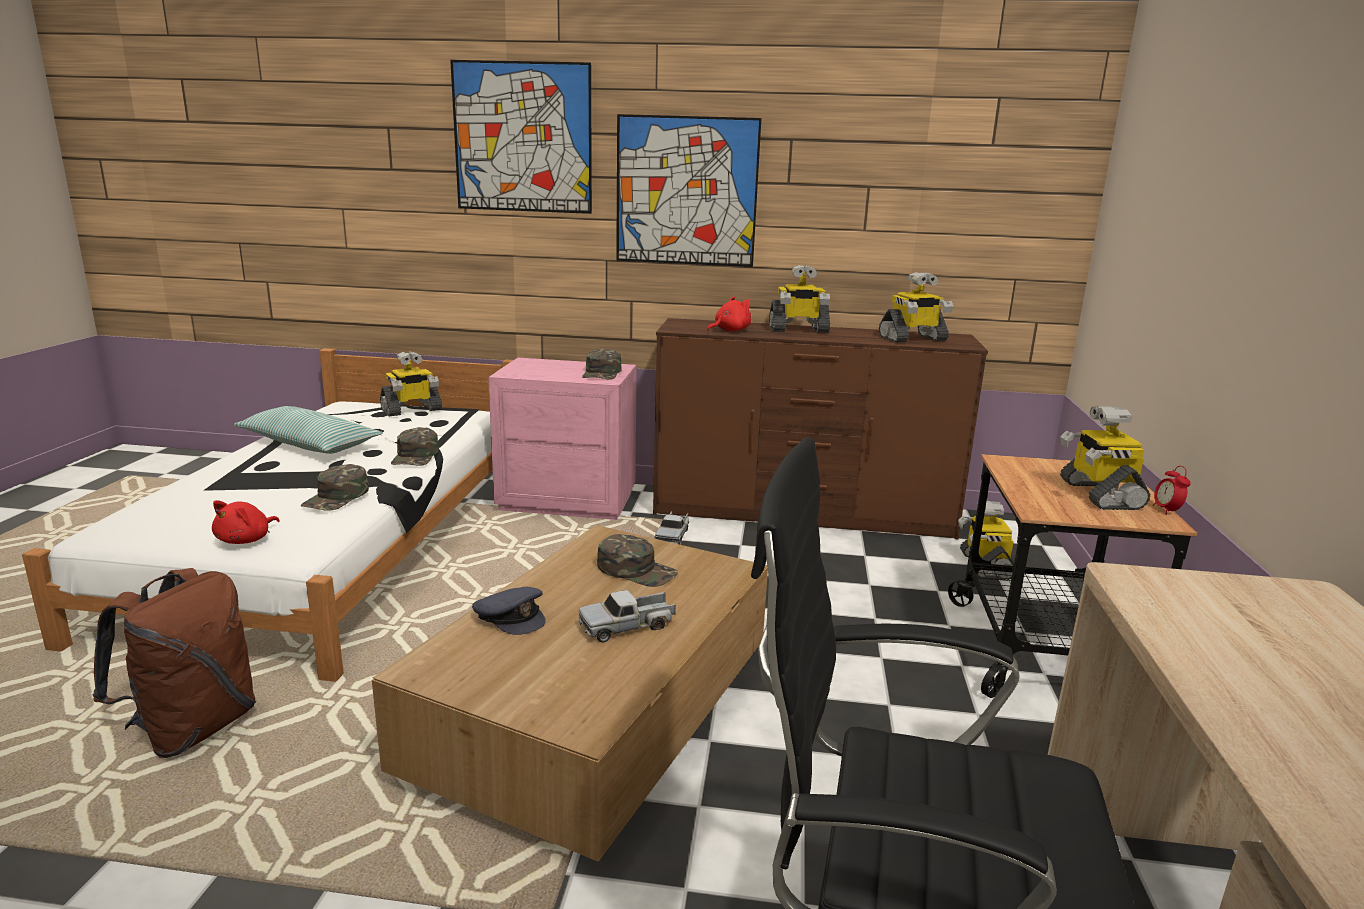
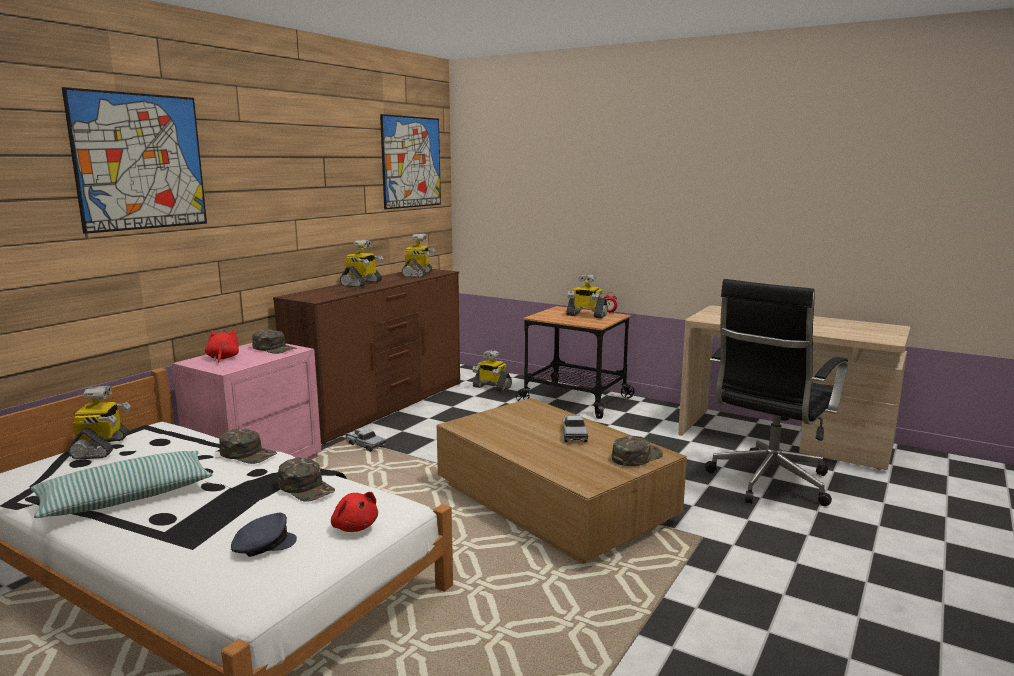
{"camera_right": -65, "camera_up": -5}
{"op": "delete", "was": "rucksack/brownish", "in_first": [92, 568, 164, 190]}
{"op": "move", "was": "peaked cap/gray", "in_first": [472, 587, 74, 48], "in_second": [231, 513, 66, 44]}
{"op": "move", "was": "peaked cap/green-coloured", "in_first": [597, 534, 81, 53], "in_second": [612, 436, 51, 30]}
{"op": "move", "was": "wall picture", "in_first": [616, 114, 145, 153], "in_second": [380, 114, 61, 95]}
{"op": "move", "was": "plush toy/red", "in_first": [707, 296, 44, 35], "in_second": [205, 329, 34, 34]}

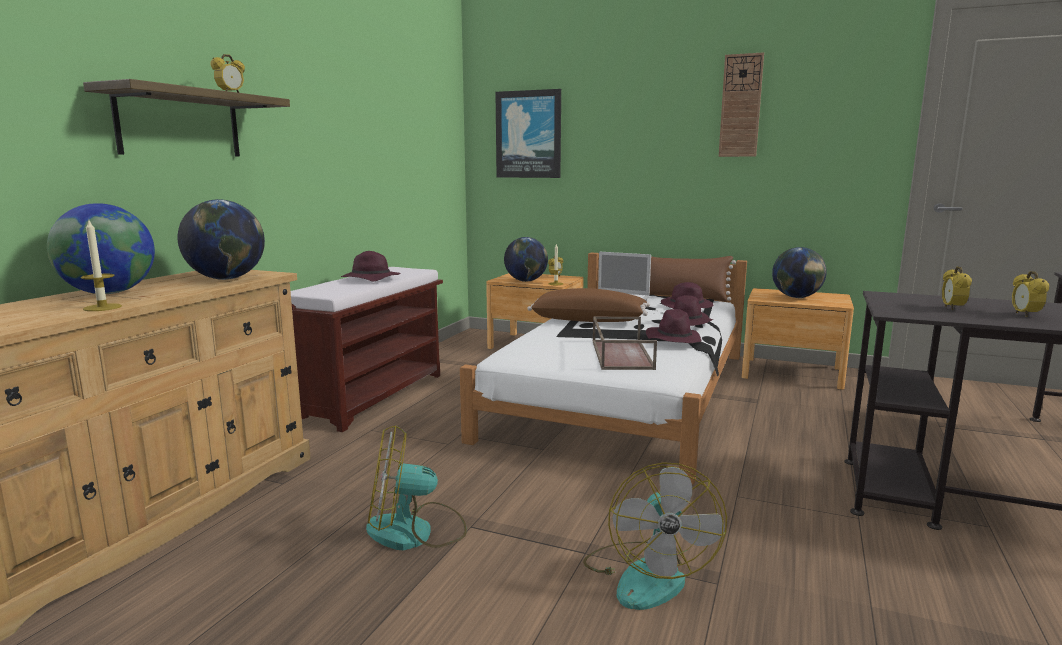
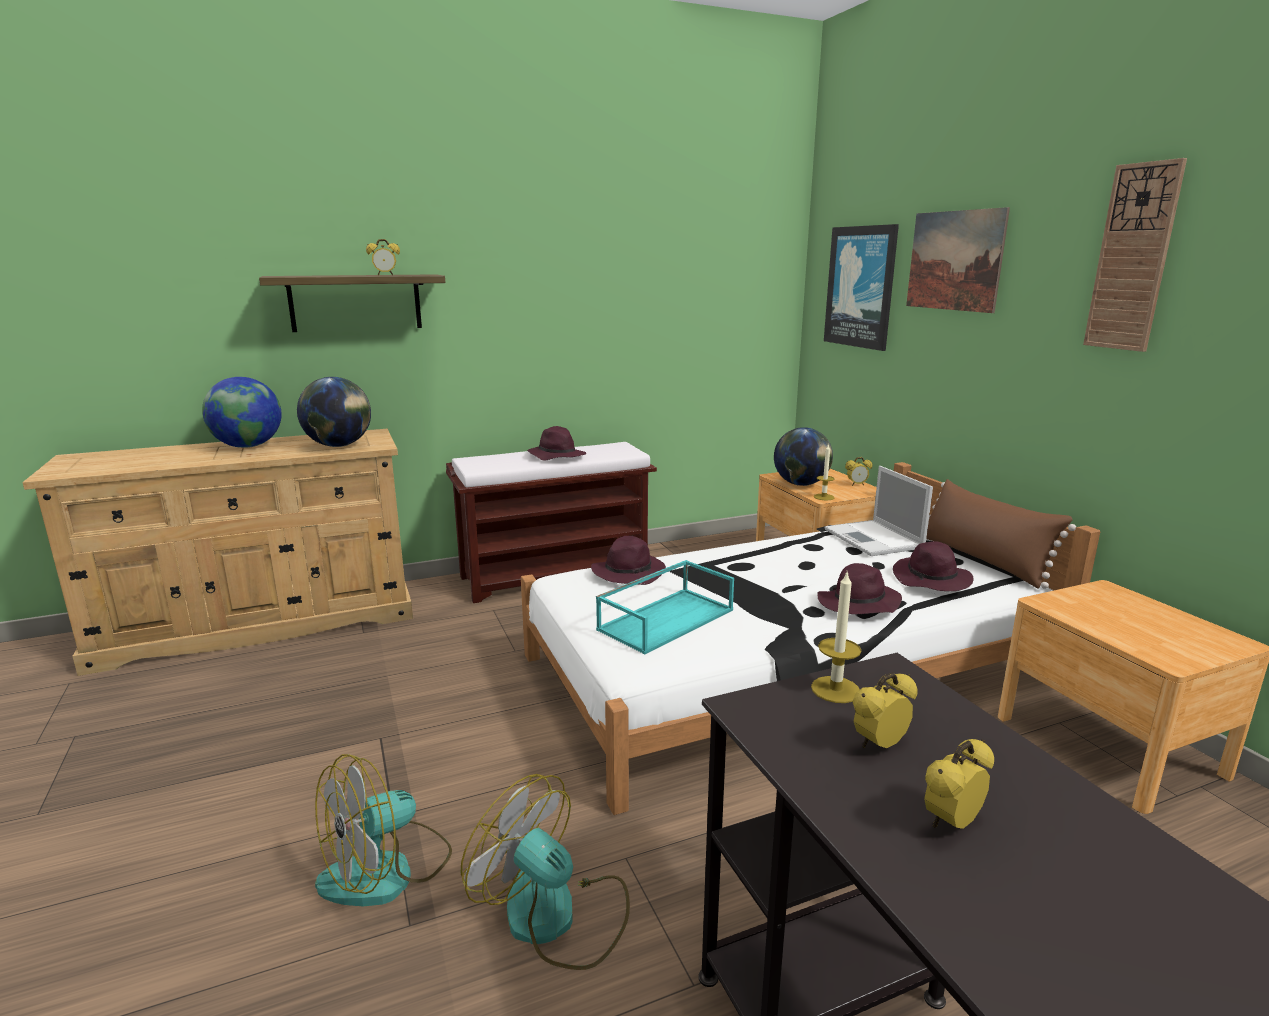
{"camera_right": 45, "camera_up": 5}
{"op": "move", "was": "wax candle", "in_first": [81, 218, 41, 93], "in_second": [811, 573, 50, 130]}
{"op": "move", "was": "fan", "in_first": [366, 425, 101, 125], "in_second": [461, 774, 169, 196]}
{"op": "delete", "was": "pillow/brownish", "in_first": [527, 288, 123, 34]}
{"op": "recolor", "was": "serving tray/brownish", "now": "serving tray/turquoise-coloured", "in_first": [593, 316, 64, 54], "in_second": [596, 560, 138, 95]}
{"op": "move", "was": "clothing hat/purple", "in_first": [646, 309, 56, 34], "in_second": [591, 536, 75, 49]}
{"op": "delete", "was": "globe", "in_first": [772, 247, 55, 51]}
{"op": "insert", "now": "wall picture", "in_second": [906, 207, 104, 106]}

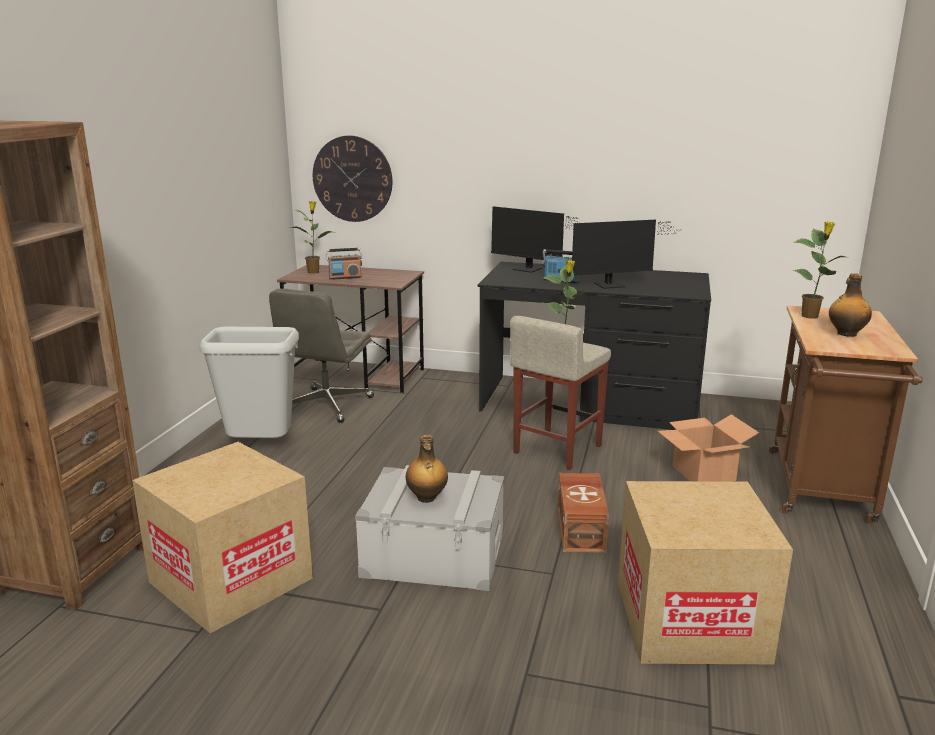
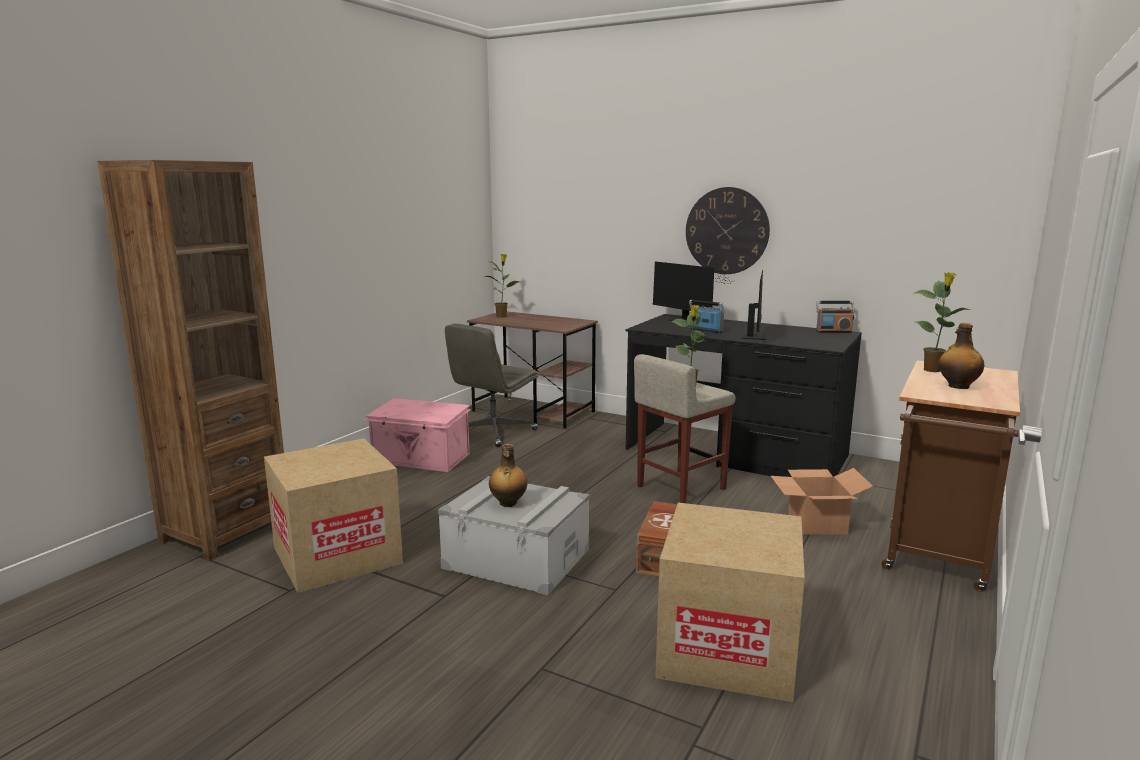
{"camera_right": 15, "camera_up": -5}
{"op": "replace", "was": "waste bin/gray", "now": "storage bin/pink", "in_first": [199, 327, 100, 111], "in_second": [364, 398, 107, 74]}
{"op": "move", "was": "wall clock", "in_first": [313, 135, 80, 87], "in_second": [686, 187, 84, 87]}
{"op": "move", "was": "radio set", "in_first": [326, 248, 36, 32], "in_second": [816, 301, 38, 32]}
{"op": "rotate", "was": "computer display", "in_first": [572, 220, 104, 69], "in_second": [742, 270, 24, 70], "clockwise": -75}

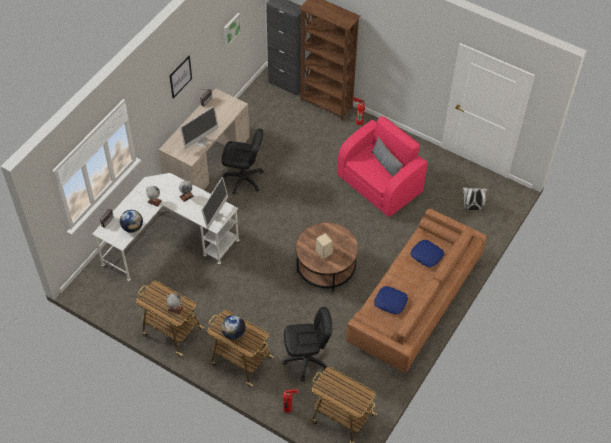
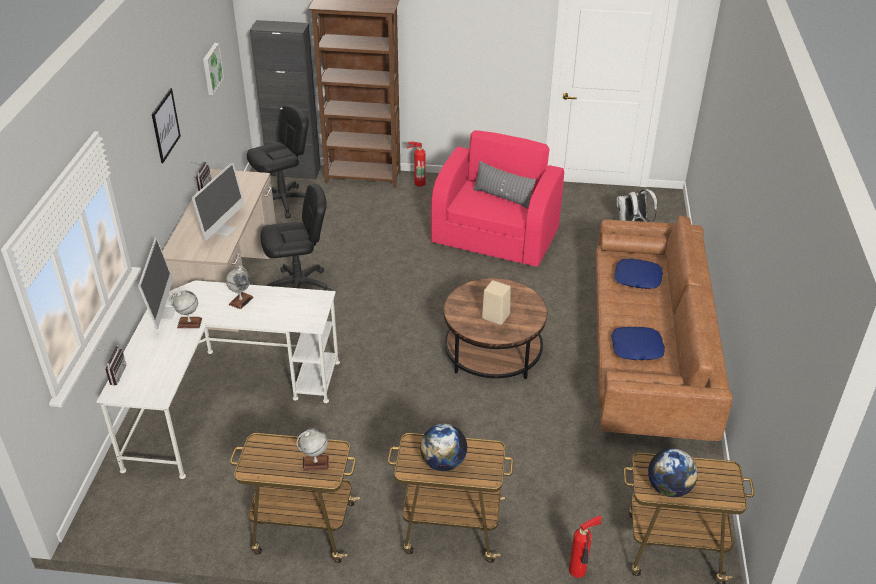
{"camera_right": -25, "camera_up": -15}
{"op": "move", "was": "globe", "in_first": [120, 210, 23, 23], "in_second": [648, 448, 50, 49]}
{"op": "move", "was": "computer display", "in_first": [201, 177, 27, 52], "in_second": [138, 237, 37, 92]}
{"op": "move", "was": "office chair/blackish", "in_first": [282, 307, 50, 75], "in_second": [247, 105, 62, 113]}

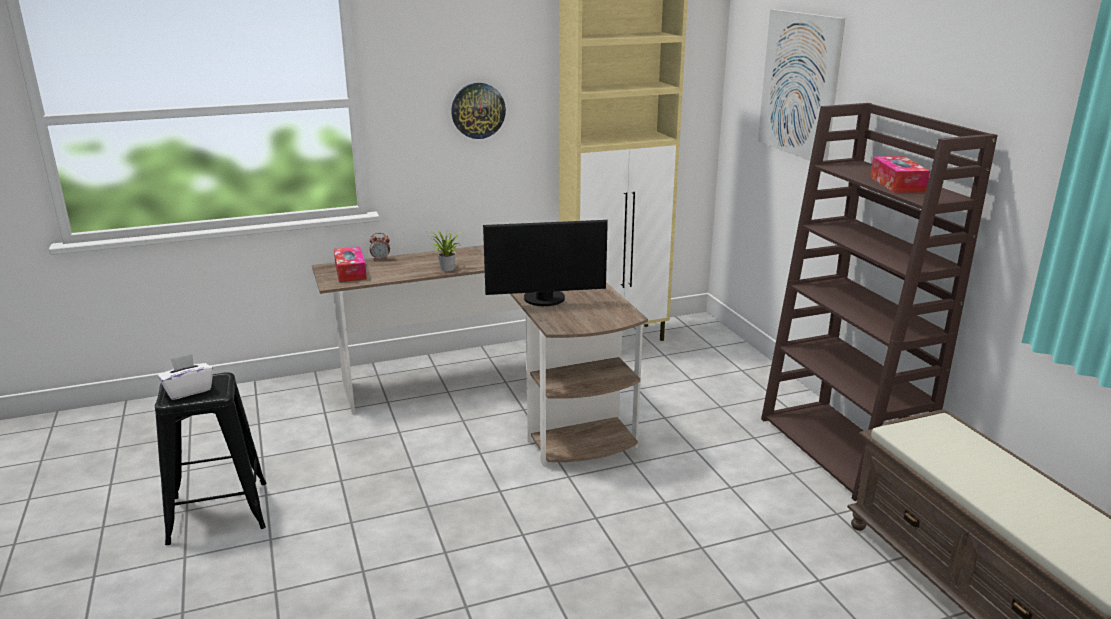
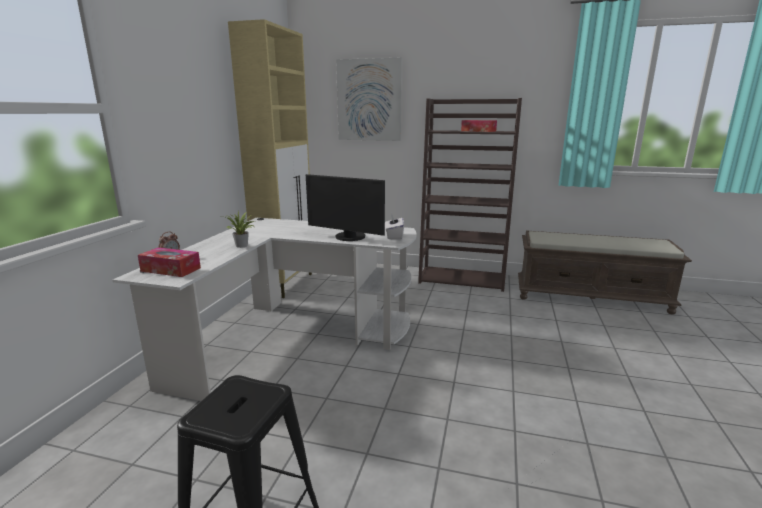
{"camera_right": -55, "camera_up": -5}
{"op": "move", "was": "tissue holder/whitish", "in_first": [158, 354, 55, 46], "in_second": [385, 214, 19, 25]}
{"op": "recolor", "was": "desk table/brownish", "now": "desk table/whitish", "in_first": [312, 245, 336, 222], "in_second": [113, 218, 304, 183]}
{"op": "delete", "was": "wall clock", "in_first": [451, 83, 55, 56]}
{"op": "rotate", "was": "computer display", "in_first": [483, 220, 125, 86], "in_second": [306, 174, 79, 67], "clockwise": 90}

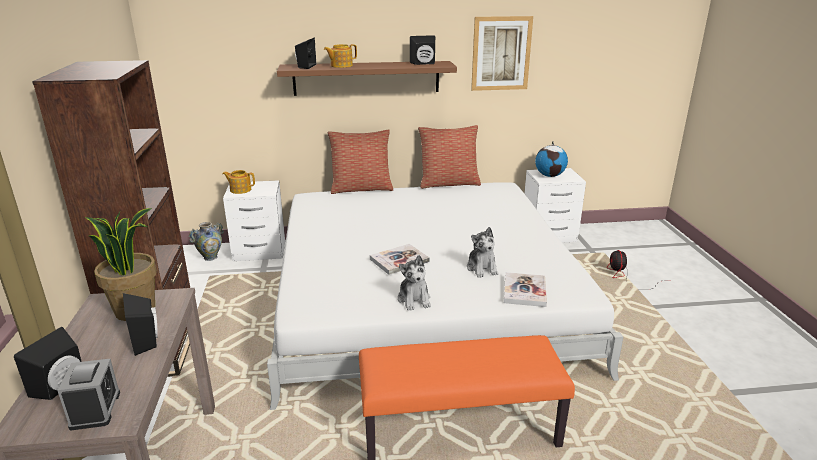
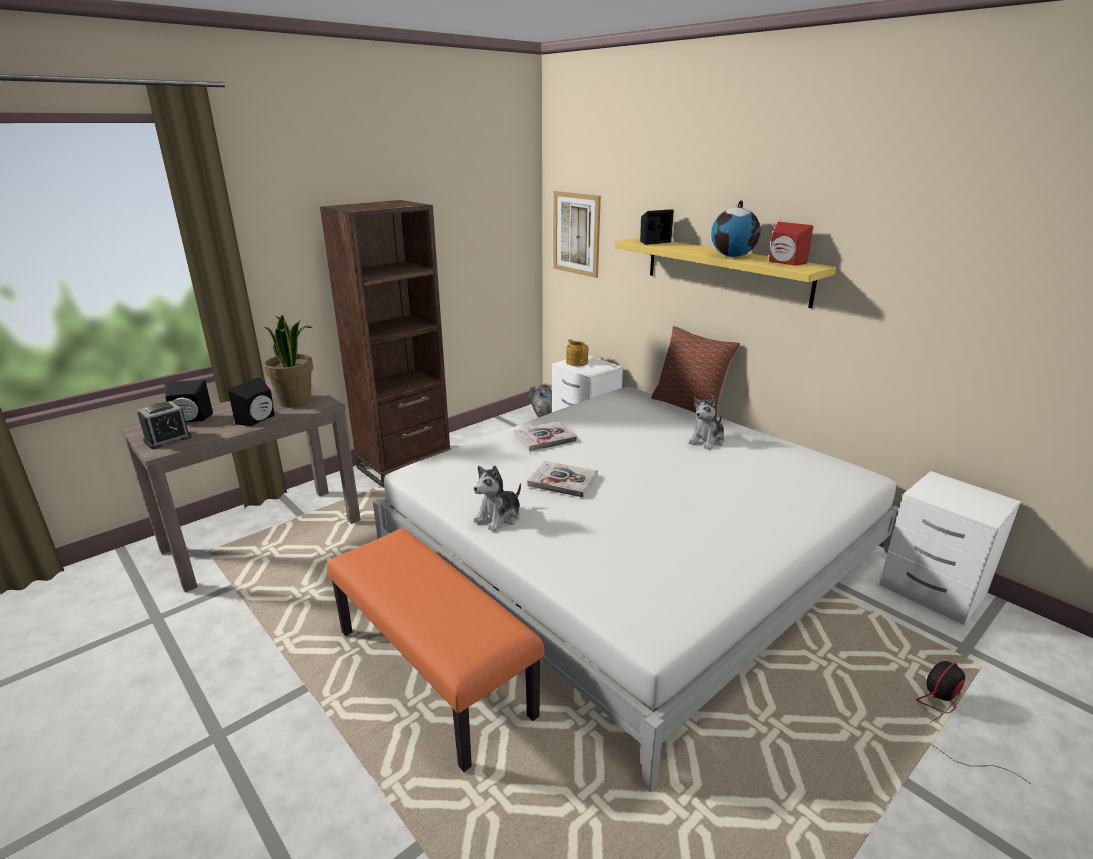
{"camera_right": 55, "camera_up": 0}
{"op": "recolor", "was": "wall shelf/brownish", "now": "wall shelf/yellow", "in_first": [277, 61, 180, 35], "in_second": [615, 237, 221, 71]}
{"op": "delete", "was": "tea pot", "in_first": [324, 44, 33, 24]}
{"op": "recolor", "was": "loudspeaker/blackish", "now": "loudspeaker/red", "in_first": [410, 35, 25, 30], "in_second": [769, 222, 44, 43]}
{"op": "delete", "was": "pillow", "in_first": [418, 125, 63, 64]}
{"op": "move", "was": "plush toy", "in_first": [467, 227, 32, 51], "in_second": [689, 396, 36, 54]}
{"op": "move", "was": "wall picture", "in_first": [471, 16, 62, 75], "in_second": [553, 191, 48, 87]}
{"op": "move", "was": "bound book", "in_first": [504, 272, 43, 35], "in_second": [514, 421, 63, 30]}
{"op": "move", "was": "globe", "in_first": [535, 141, 33, 36], "in_second": [711, 200, 50, 57]}

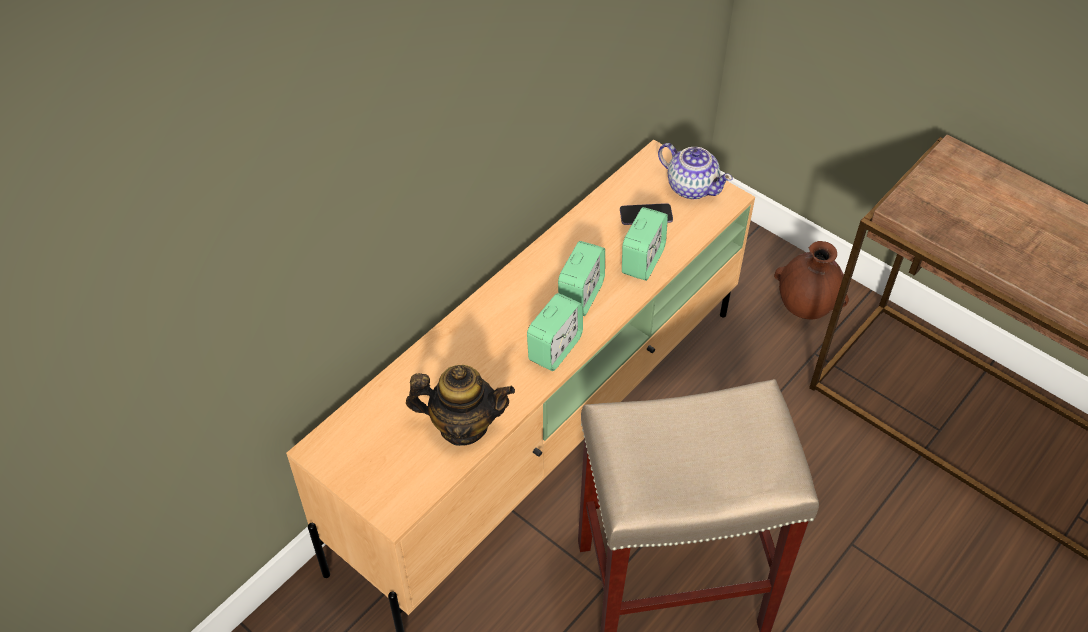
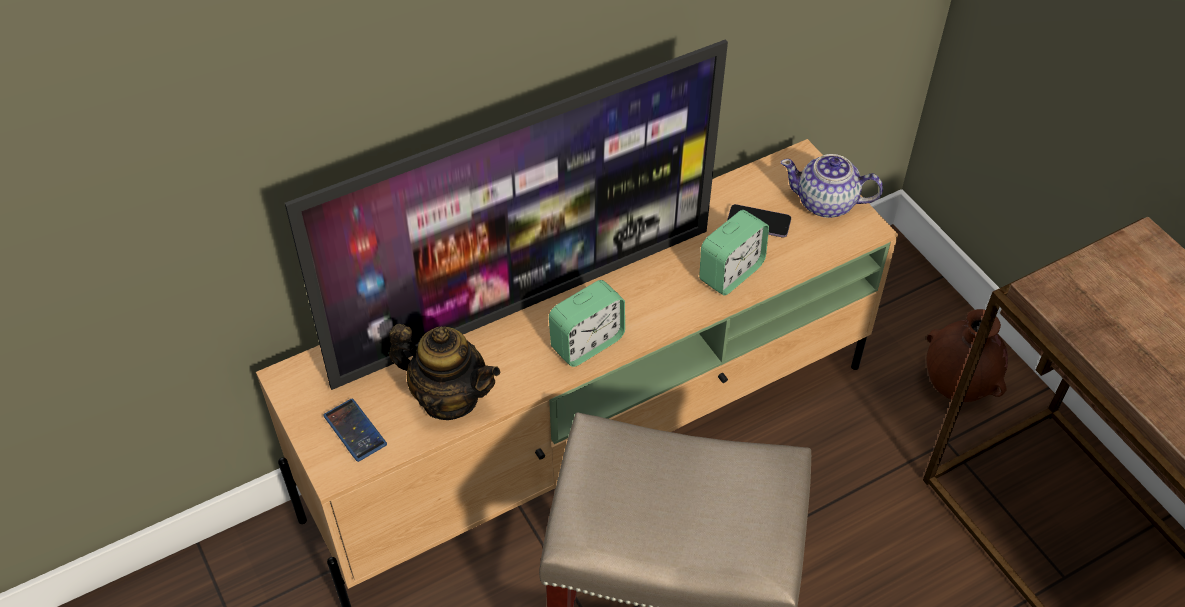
{"camera_right": 20, "camera_up": 0}
{"op": "delete", "was": "table clock", "in_first": [558, 241, 47, 75]}
{"op": "rotate", "was": "tea pot", "in_first": [658, 143, 75, 56], "in_second": [781, 154, 102, 64], "clockwise": 135}
{"op": "insert", "now": "TV set", "in_second": [285, 39, 443, 351]}
{"op": "insert", "now": "phone", "in_second": [323, 399, 64, 63]}

